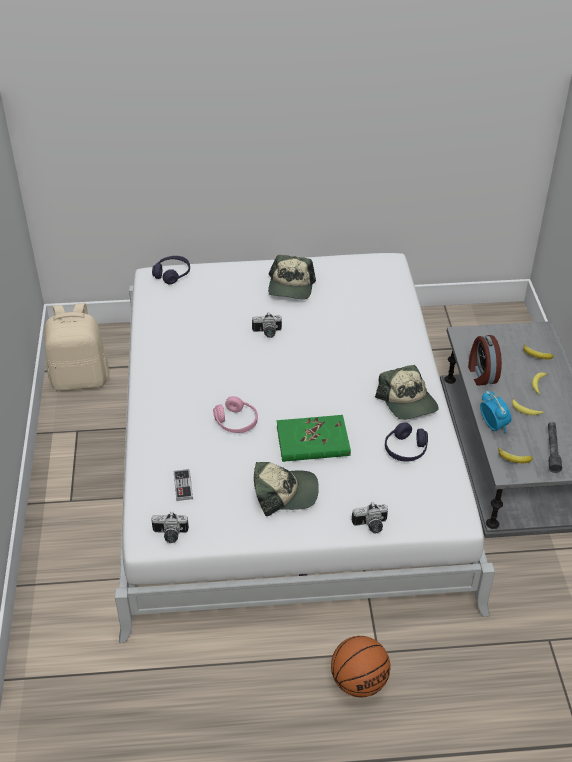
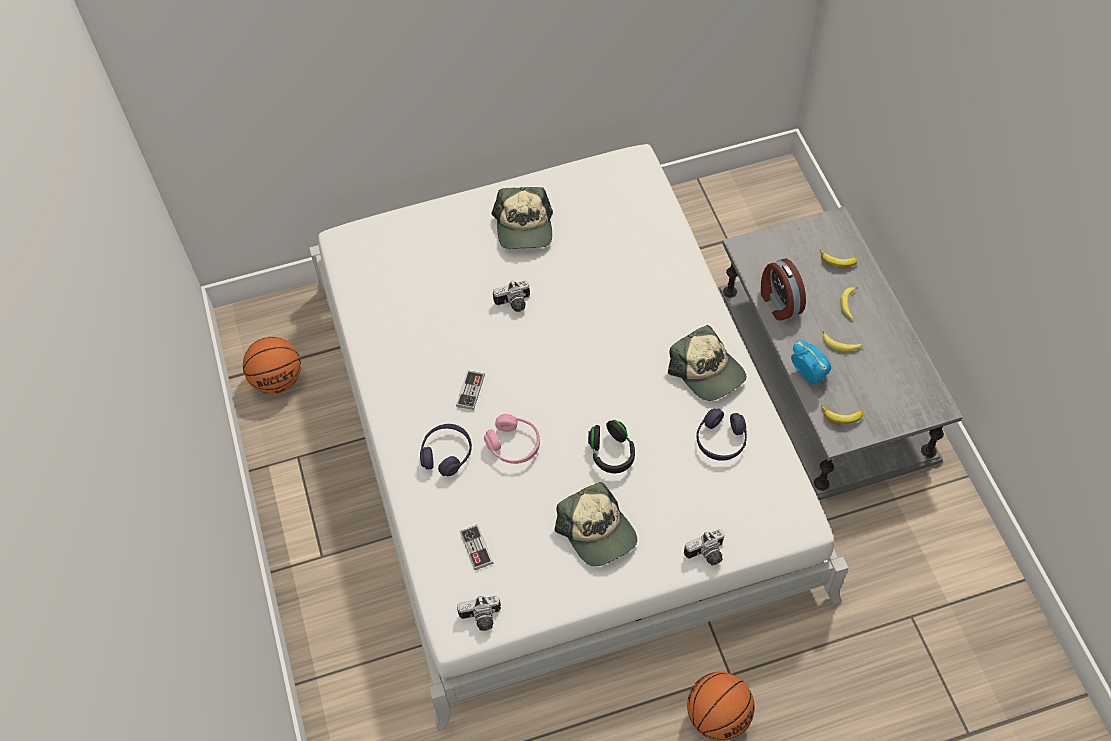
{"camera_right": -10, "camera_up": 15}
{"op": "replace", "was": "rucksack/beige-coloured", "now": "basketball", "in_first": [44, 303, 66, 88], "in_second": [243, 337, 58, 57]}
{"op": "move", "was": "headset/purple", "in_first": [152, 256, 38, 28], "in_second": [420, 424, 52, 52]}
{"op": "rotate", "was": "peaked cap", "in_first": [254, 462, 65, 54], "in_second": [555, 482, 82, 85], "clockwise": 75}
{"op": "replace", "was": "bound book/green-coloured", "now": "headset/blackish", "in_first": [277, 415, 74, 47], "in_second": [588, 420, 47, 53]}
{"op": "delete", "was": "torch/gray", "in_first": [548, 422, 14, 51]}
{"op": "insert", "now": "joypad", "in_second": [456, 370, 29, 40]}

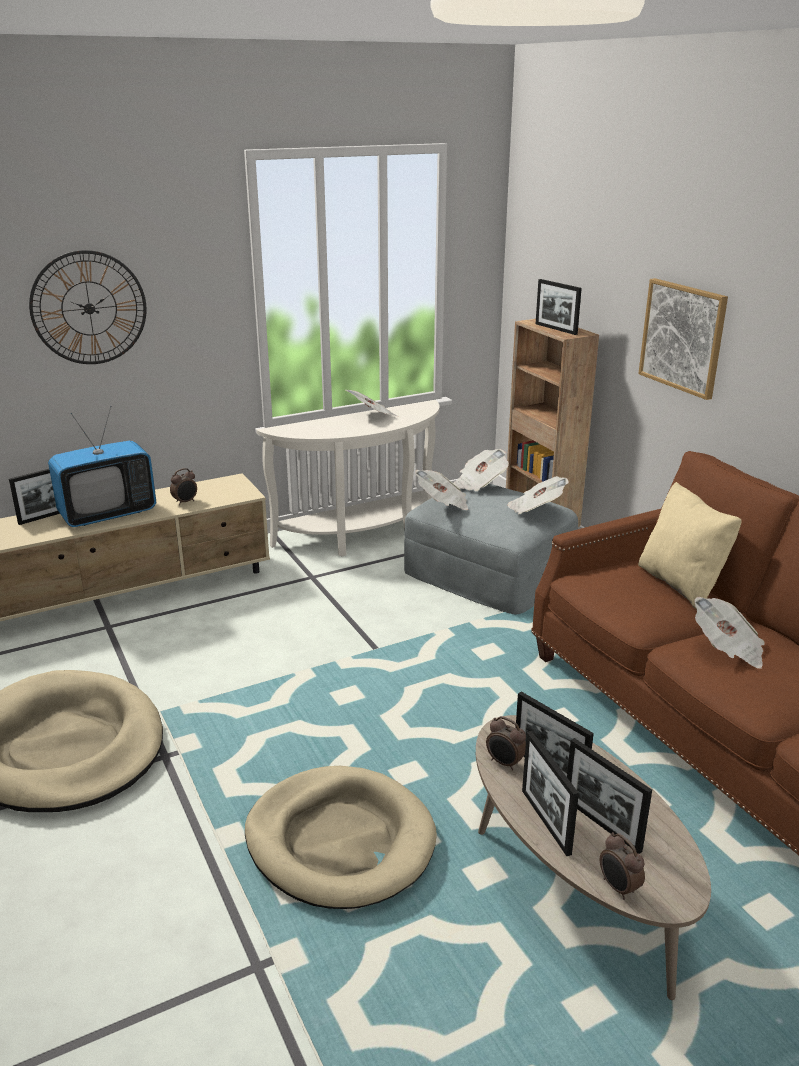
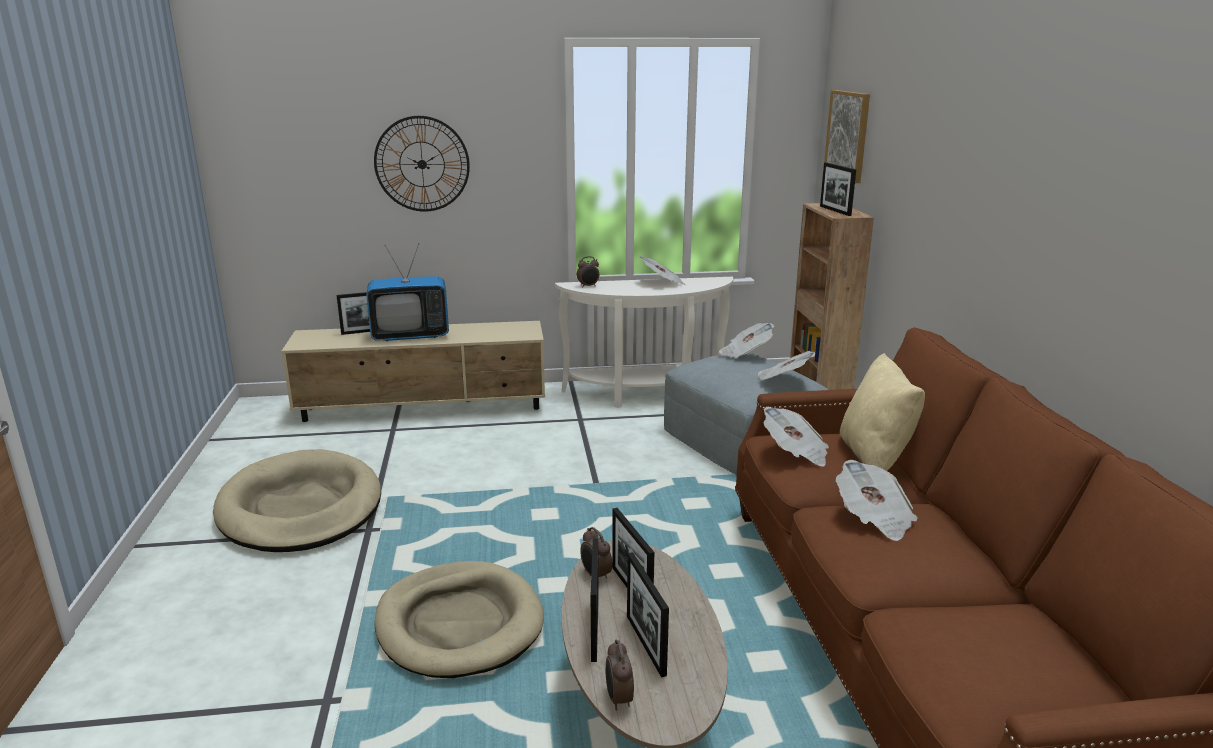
{"camera_right": 20, "camera_up": -5}
{"op": "move", "was": "table clock", "in_first": [170, 468, 27, 37], "in_second": [577, 256, 22, 32]}
{"op": "move", "was": "printed paper", "in_first": [415, 470, 53, 40], "in_second": [764, 407, 64, 59]}
{"op": "move", "was": "wall picture", "in_first": [638, 278, 90, 122], "in_second": [824, 90, 46, 94]}

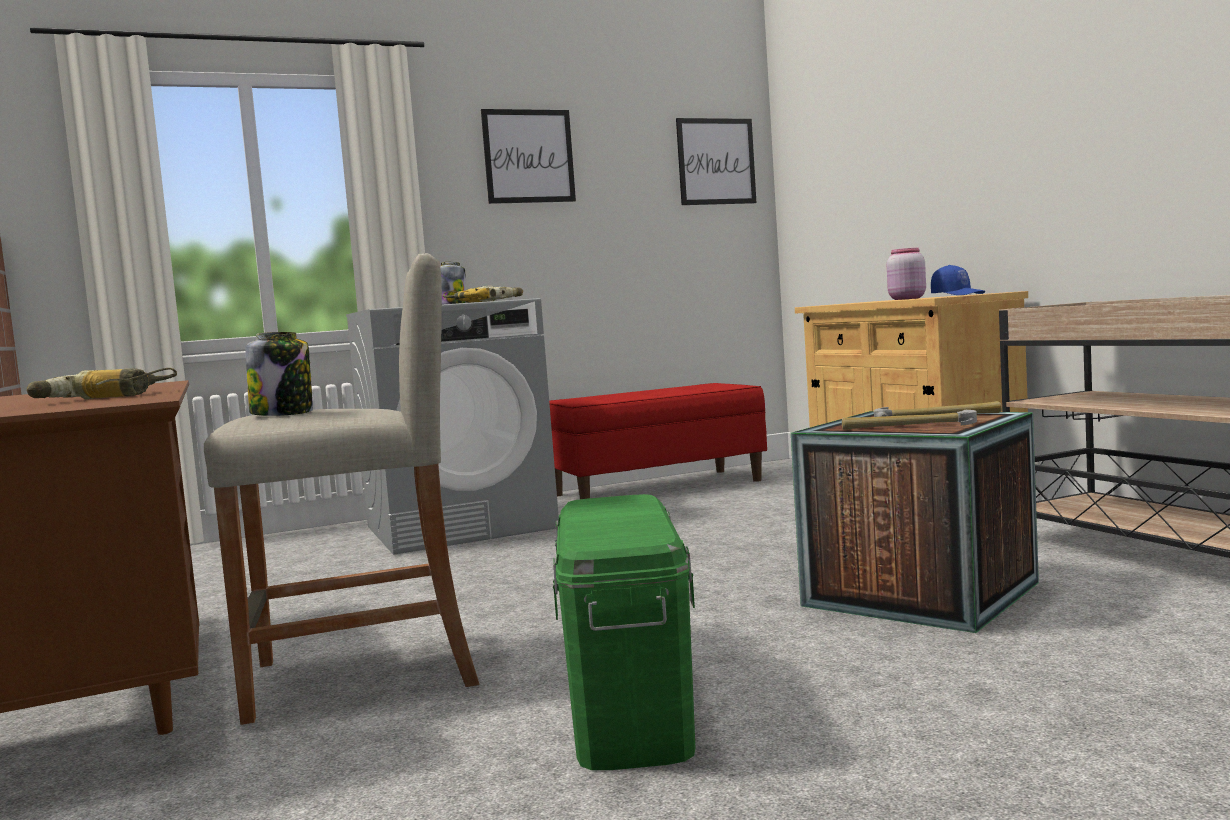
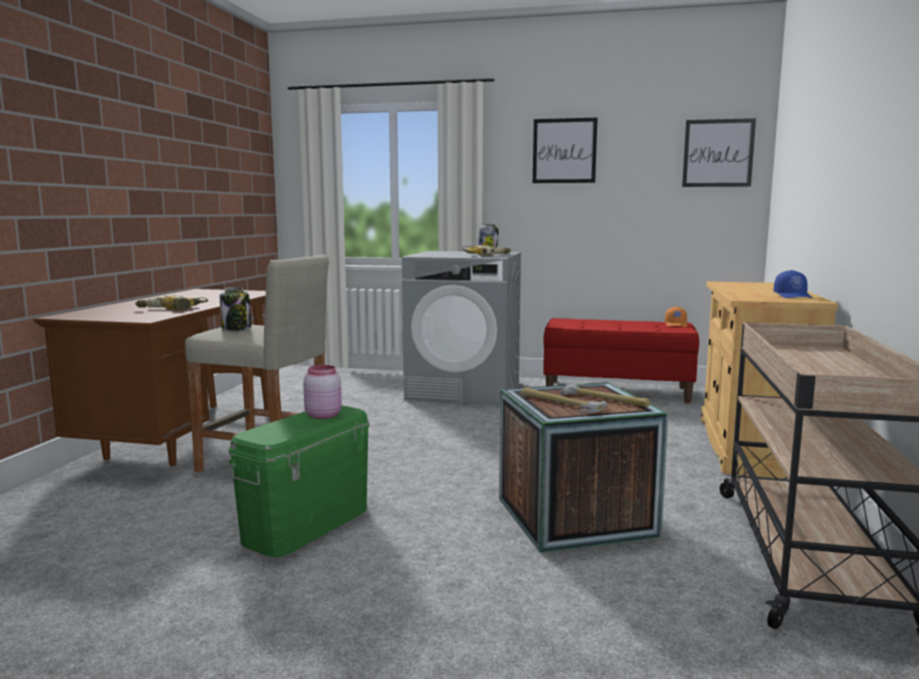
{"camera_right": 35, "camera_up": 5}
{"op": "move", "was": "jar/pink", "in_first": [887, 248, 39, 52], "in_second": [303, 365, 39, 54]}
{"op": "insert", "now": "peaked cap/orange-coloured", "in_second": [665, 307, 22, 20]}

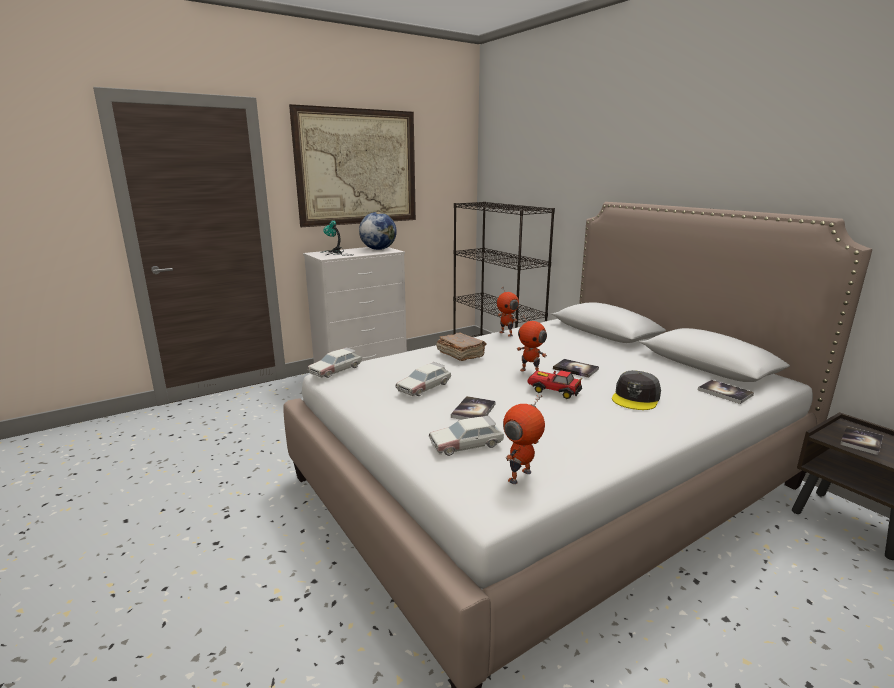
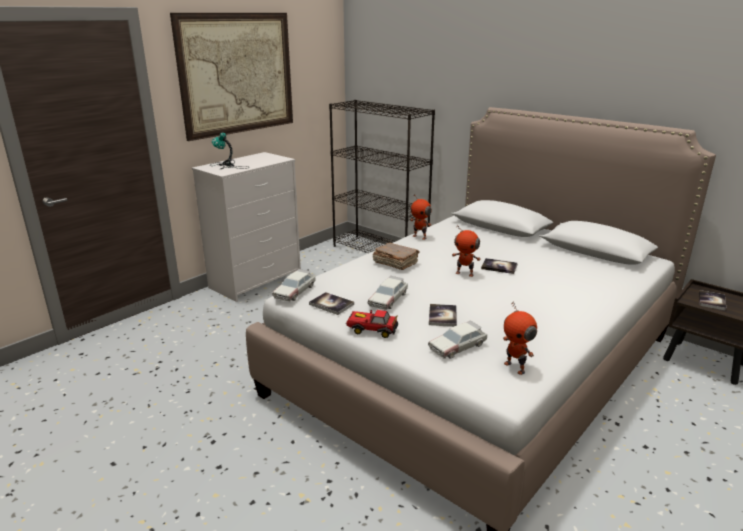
{"camera_right": -15, "camera_up": 5}
{"op": "delete", "was": "globe", "in_first": [359, 212, 38, 38]}
{"op": "rotate", "was": "robot figure", "in_first": [503, 395, 42, 89], "in_second": [503, 301, 34, 74], "clockwise": -60}
{"op": "move", "was": "toy car", "in_first": [527, 370, 55, 29], "in_second": [346, 310, 52, 28]}
{"op": "delete", "was": "peaked cap/gray", "in_first": [612, 370, 49, 40]}
{"op": "move", "was": "bound book", "in_first": [698, 380, 56, 24], "in_second": [309, 292, 45, 23]}

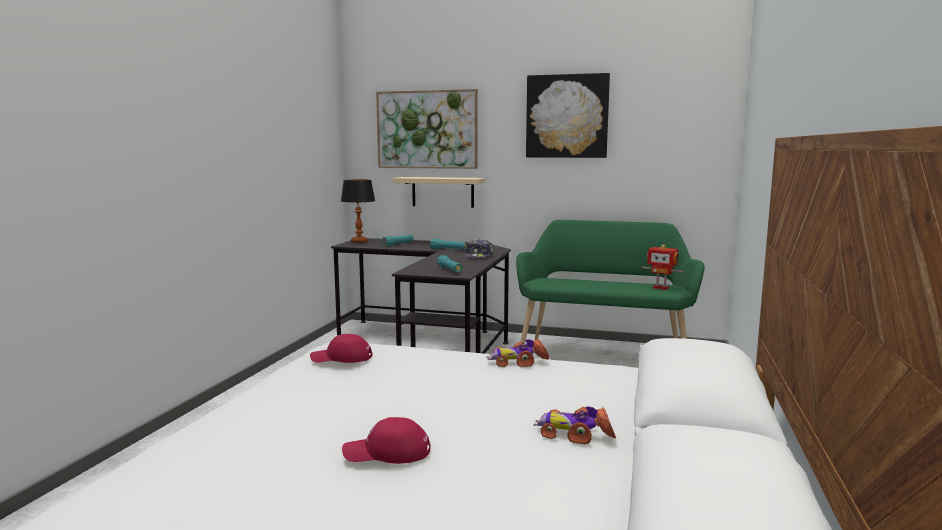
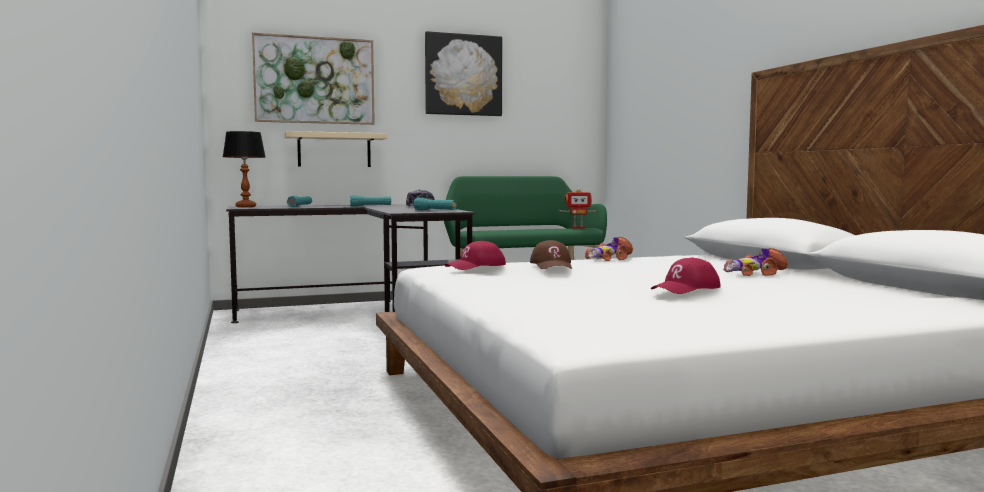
{"camera_right": -35, "camera_up": -5}
{"op": "insert", "now": "peaked cap/brownish", "in_second": [530, 240, 42, 29]}

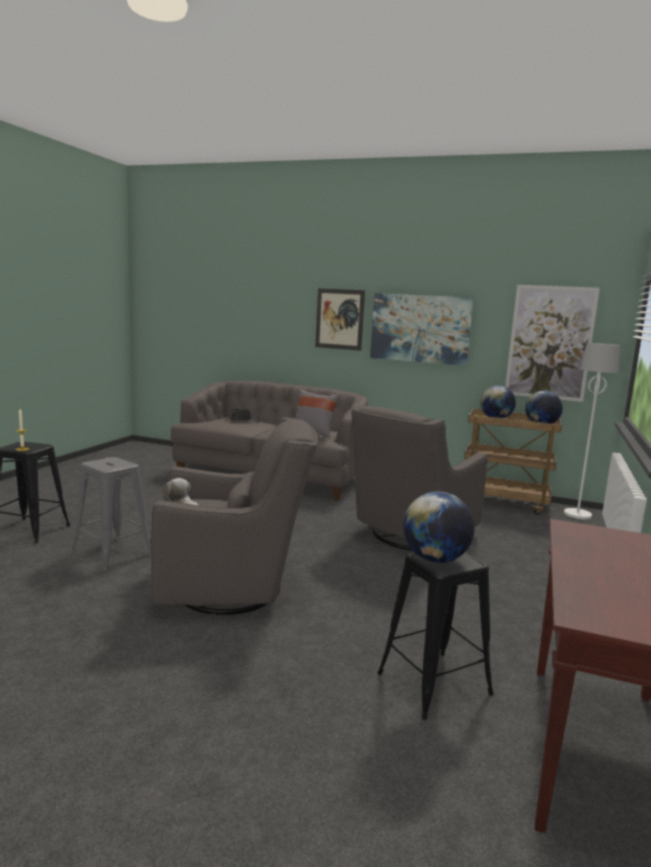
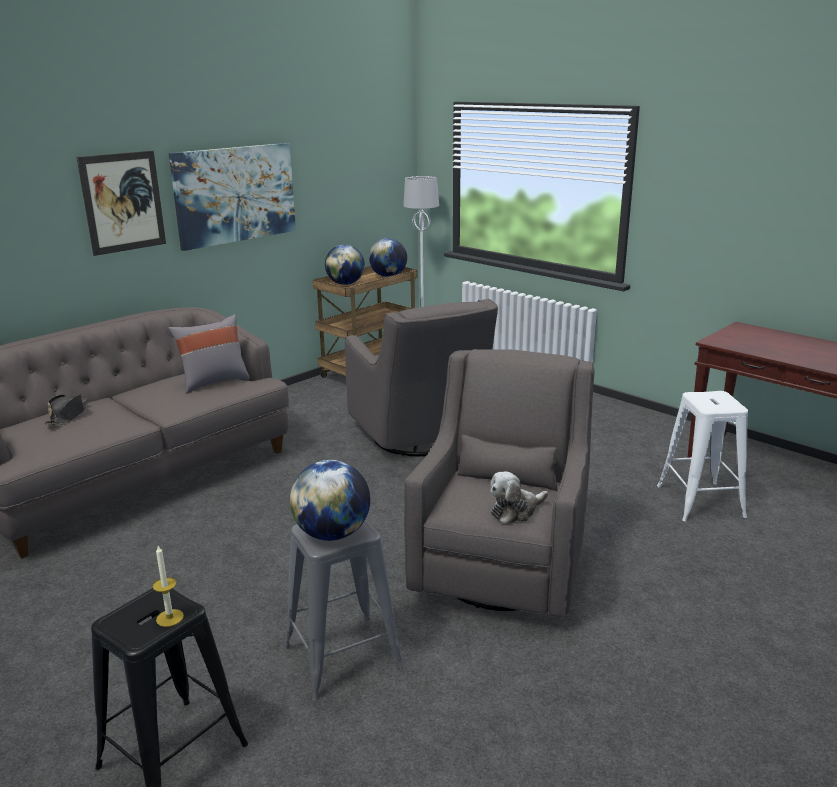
{"camera_right": -65, "camera_up": 10}
{"op": "recolor", "was": "stool seat/blackish", "now": "stool seat/whitish", "in_first": [377, 552, 117, 168], "in_second": [657, 391, 91, 130]}
{"op": "move", "was": "globe", "in_first": [403, 492, 72, 71], "in_second": [290, 460, 80, 81]}
{"op": "delete", "was": "wall picture", "in_first": [505, 285, 95, 117]}

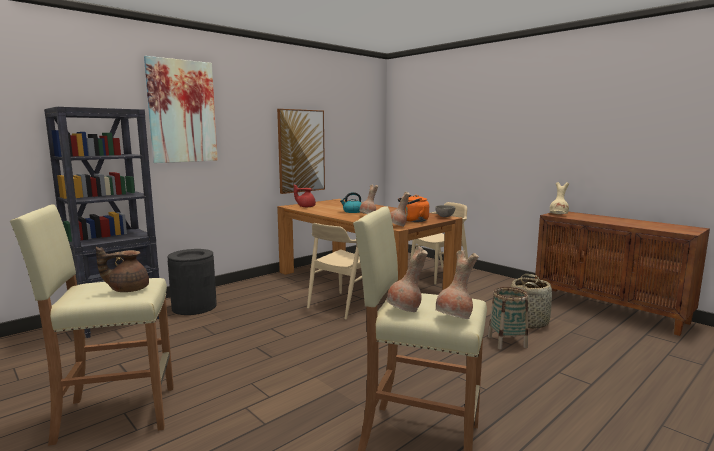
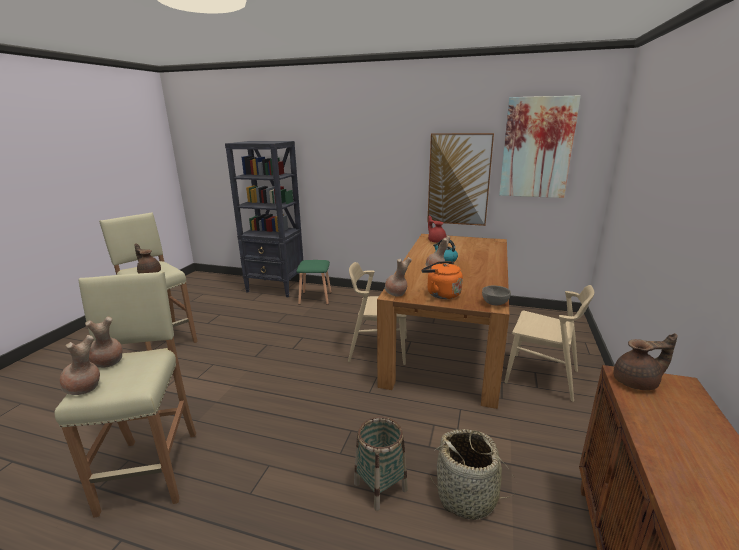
{"camera_right": 60, "camera_up": 10}
{"op": "move", "was": "wall picture", "in_first": [144, 56, 74, 107], "in_second": [499, 95, 82, 103]}
{"op": "replace", "was": "waste bin/blackish", "now": "stool seat/green-coloured", "in_first": [167, 249, 50, 66], "in_second": [296, 260, 36, 45]}
{"op": "replace", "was": "decorative vase/beige-coloured", "now": "tea pot/brownish", "in_first": [550, 182, 19, 32], "in_second": [613, 333, 64, 57]}

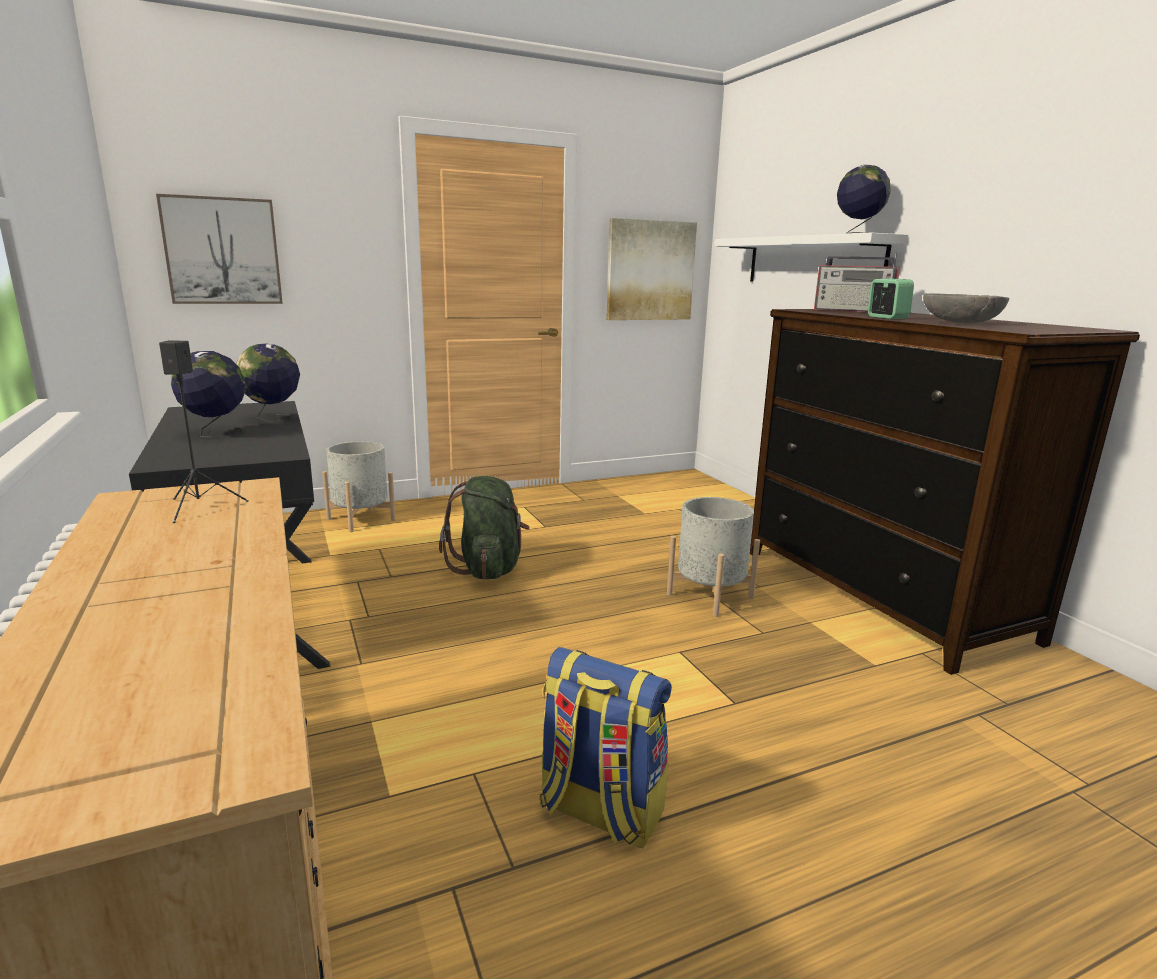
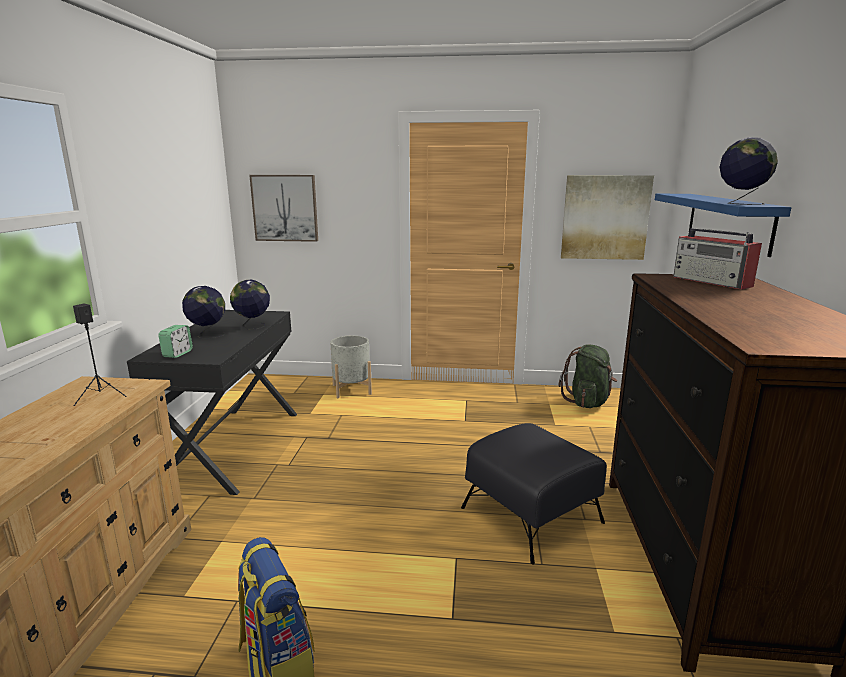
{"camera_right": 30, "camera_up": 0}
{"op": "move", "was": "rucksack/green-coloured", "in_first": [439, 476, 91, 104], "in_second": [559, 344, 58, 64]}
{"op": "replace", "was": "plant pot/gray", "now": "ottoman/blackish", "in_first": [667, 497, 93, 120], "in_second": [461, 423, 146, 142]}
{"op": "recolor", "was": "wall shelf/whitish", "now": "wall shelf/bluish", "in_first": [715, 233, 193, 48], "in_second": [655, 194, 136, 63]}
{"op": "move", "was": "table clock", "in_first": [868, 278, 46, 41], "in_second": [158, 325, 35, 33]}
{"op": "delete", "was": "bowl/gray", "in_first": [923, 293, 86, 30]}

